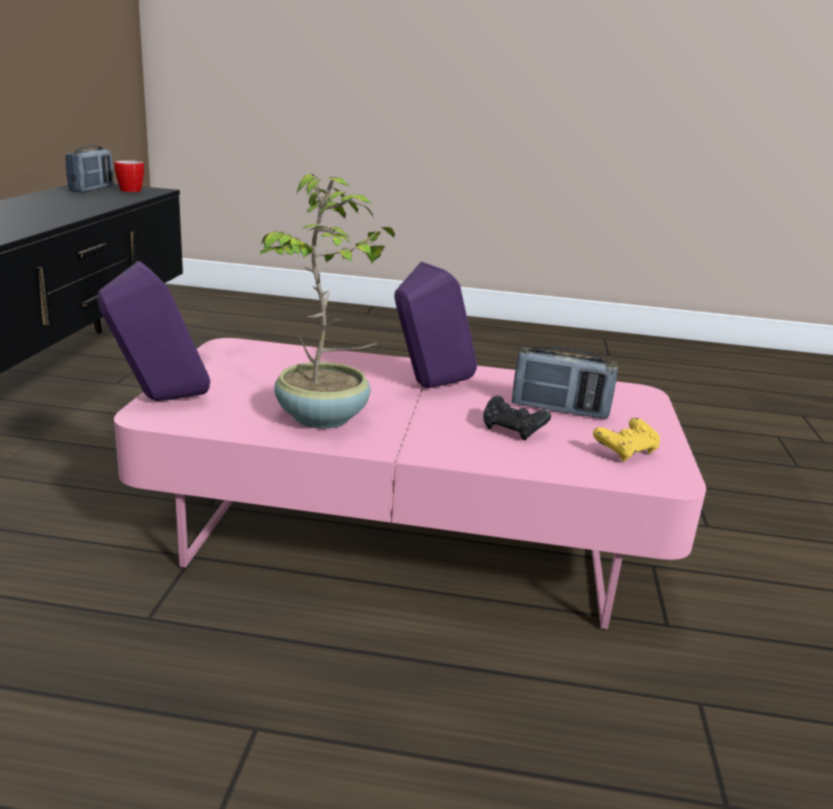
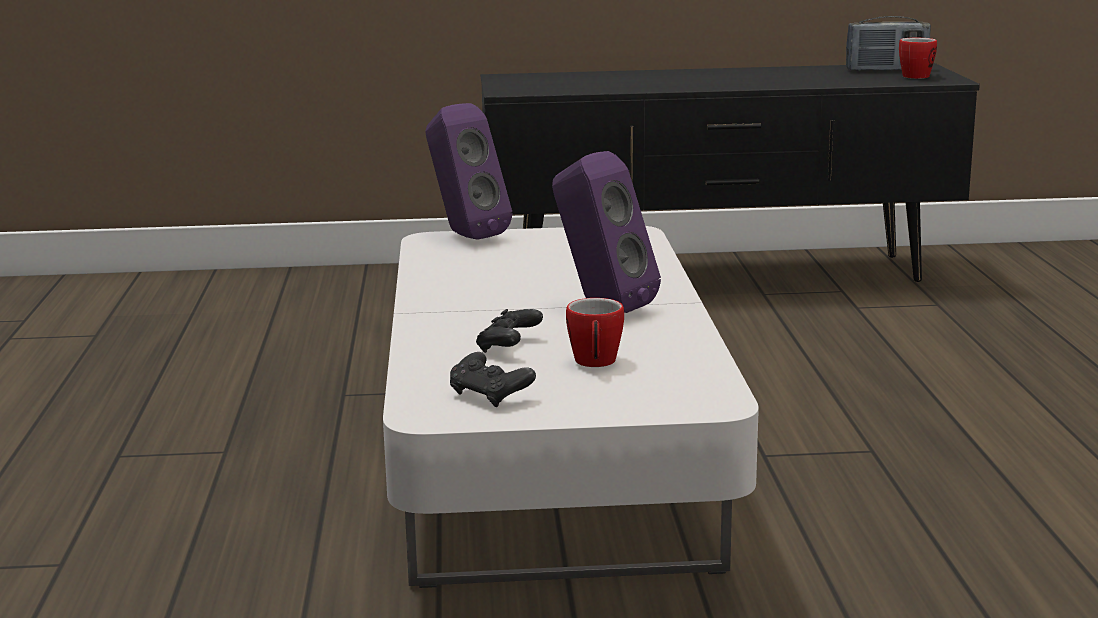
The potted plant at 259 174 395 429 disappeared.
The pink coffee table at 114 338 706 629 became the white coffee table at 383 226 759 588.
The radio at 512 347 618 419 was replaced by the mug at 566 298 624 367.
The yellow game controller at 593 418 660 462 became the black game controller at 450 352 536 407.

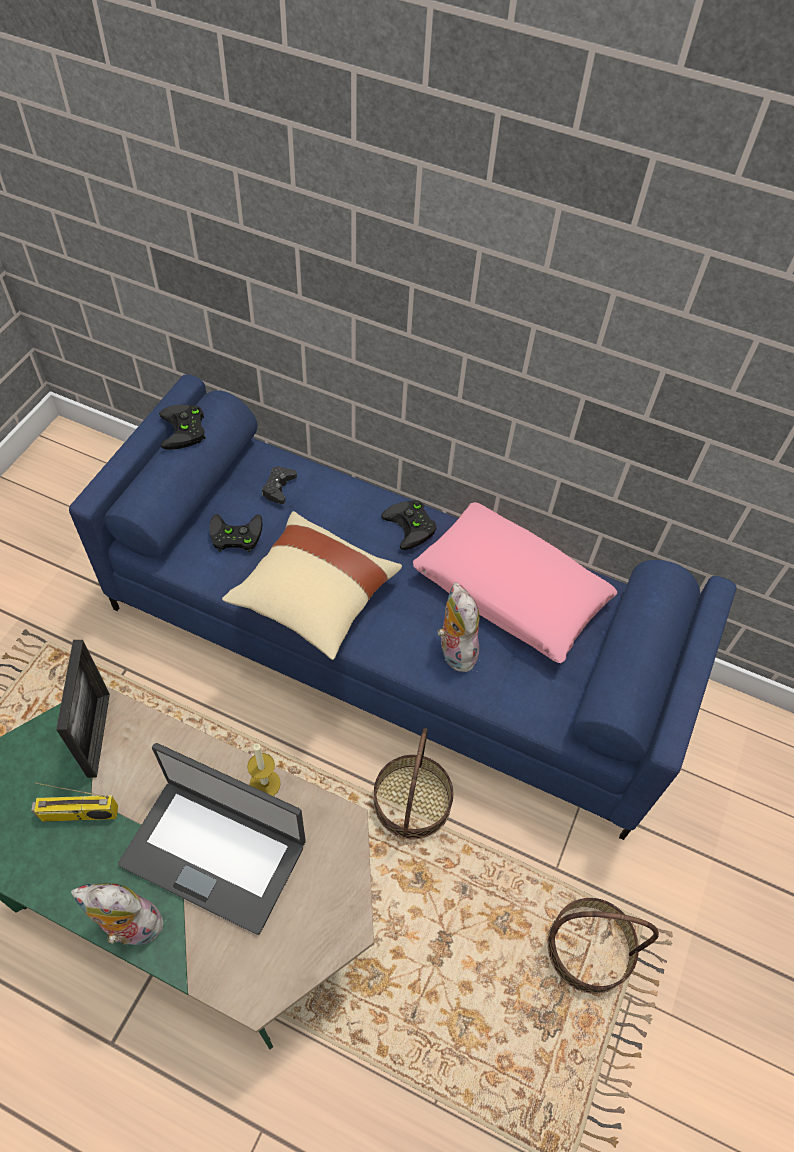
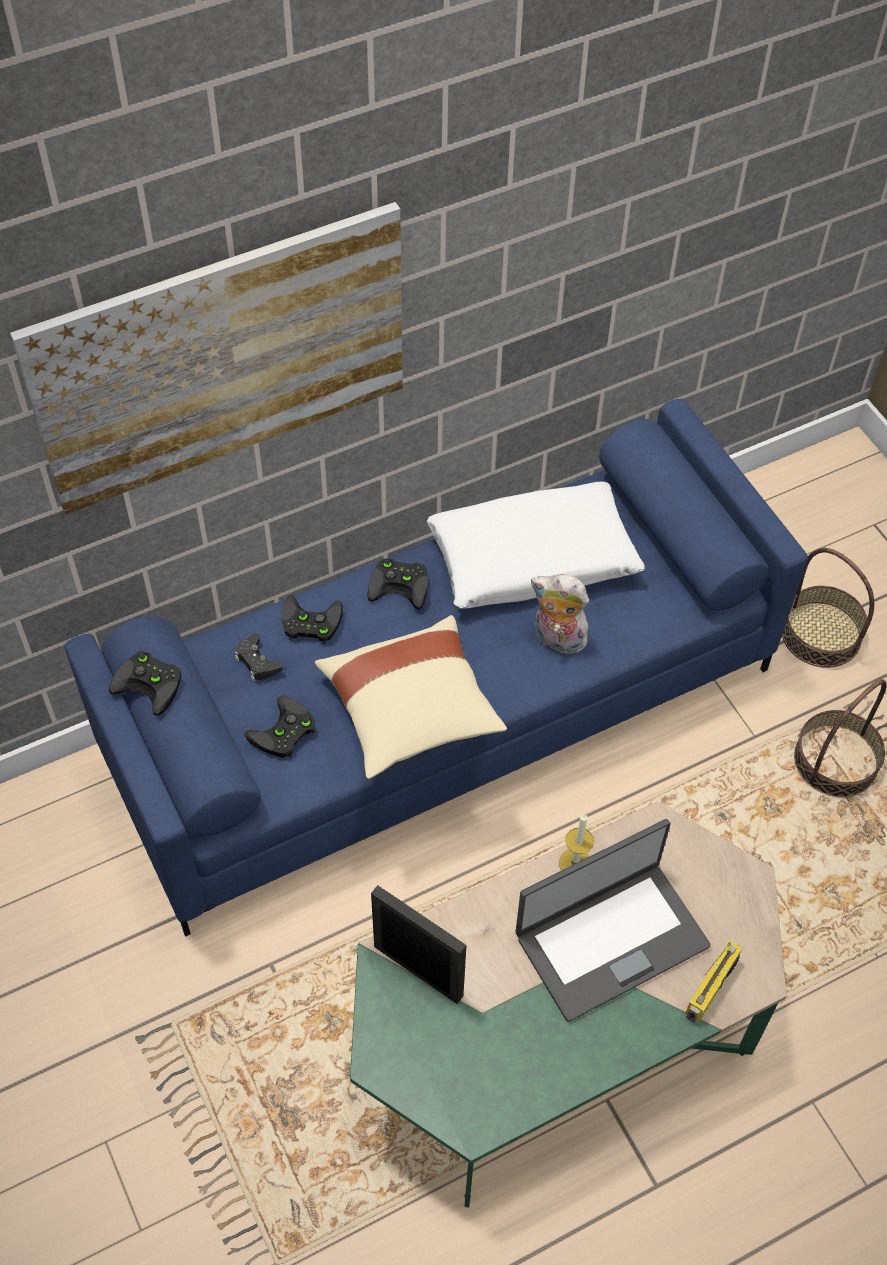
The pink pillow at 413 502 617 663 became the white pillow at 427 482 644 609.
The basket moved from 374 728 453 839 to 782 548 874 668.
The radio moved from 31 782 118 822 to 685 940 742 1023.
The plush toy at 71 883 166 950 disappeared.
The picture at 10 202 403 515 appeared.
The black game controller at 282 595 343 644 appeared.

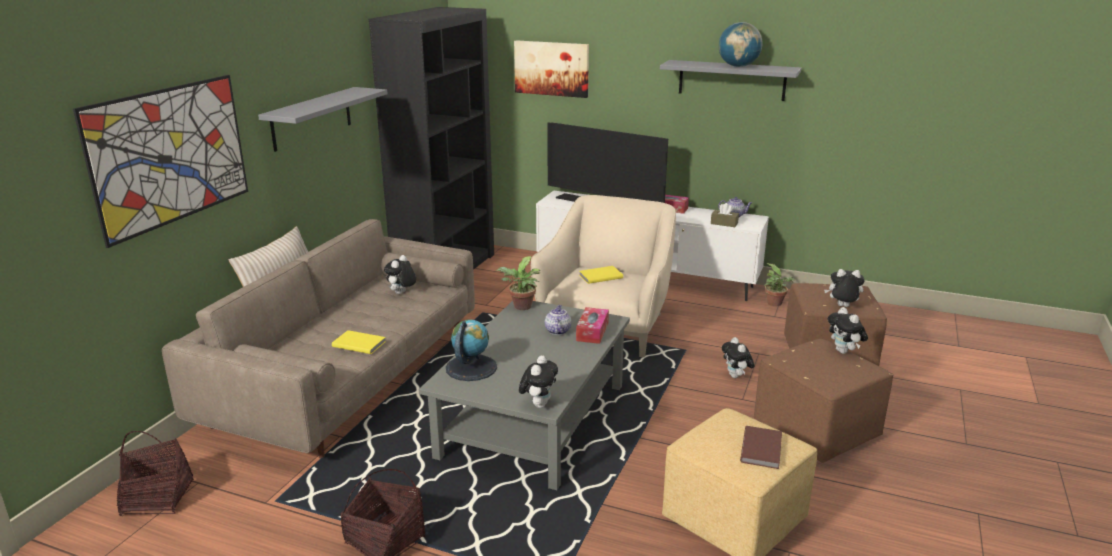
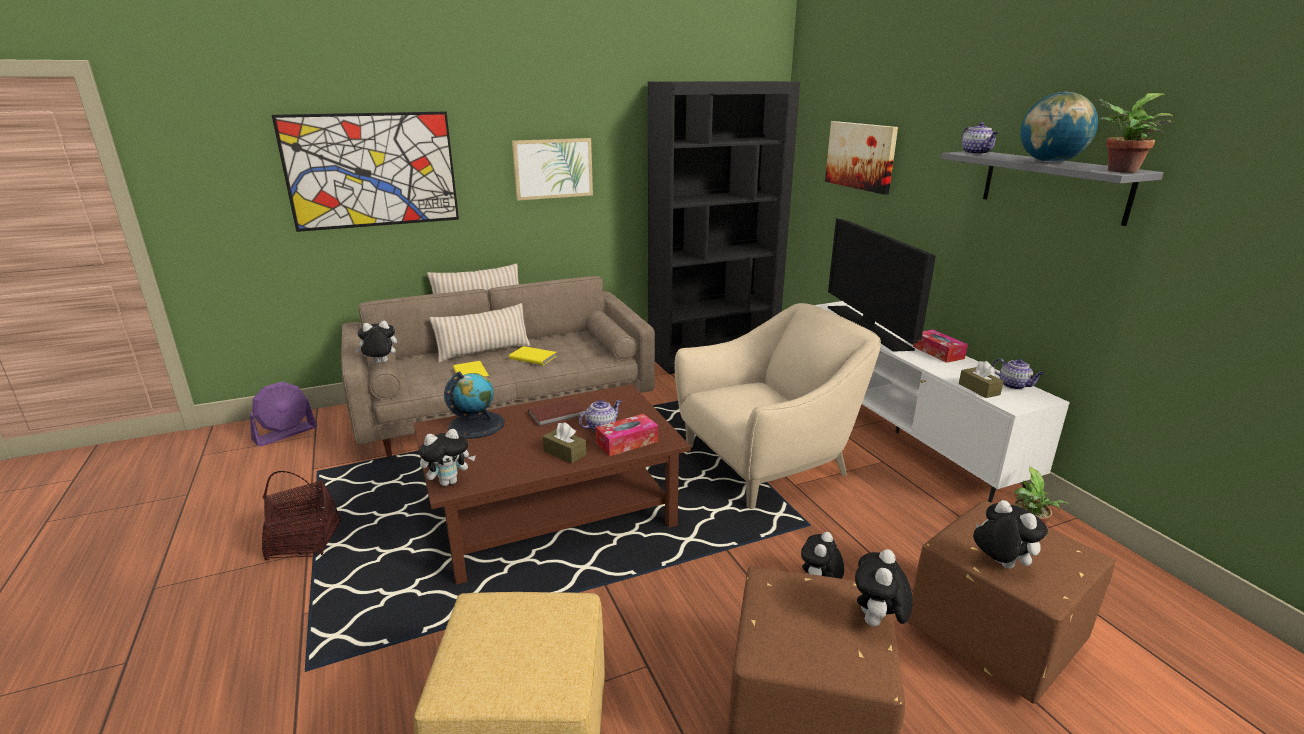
The grey shelf at 258 87 388 152 was replaced by the picture at 512 138 593 201.
The plush toy moved from 384 255 416 294 to 355 320 397 363.
The potted plant moved from 496 256 540 310 to 1094 93 1173 173.
The yellow book moved from 579 266 623 284 to 509 346 557 365.
The grey coffee table at 419 301 630 490 became the brown coffee table at 414 384 691 585.
The brown book moved from 740 426 782 469 to 528 398 586 427.
The basket at 117 431 194 516 was replaced by the purple fan at 250 382 317 447.
The teapot at 962 122 999 154 appeared.
The beige pillow at 429 303 531 363 appeared.
The brown tissue box at 543 422 586 464 appeared.

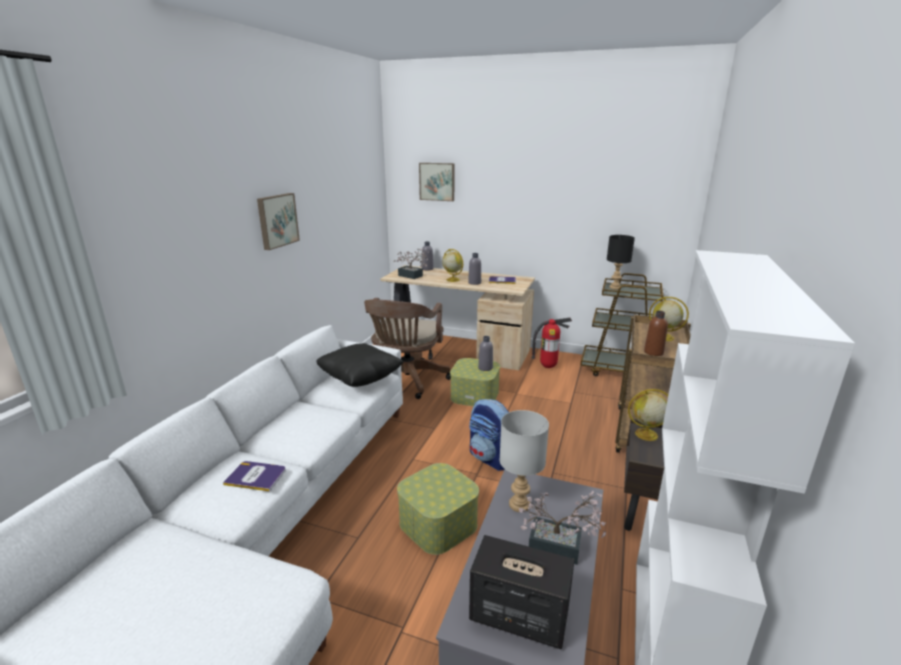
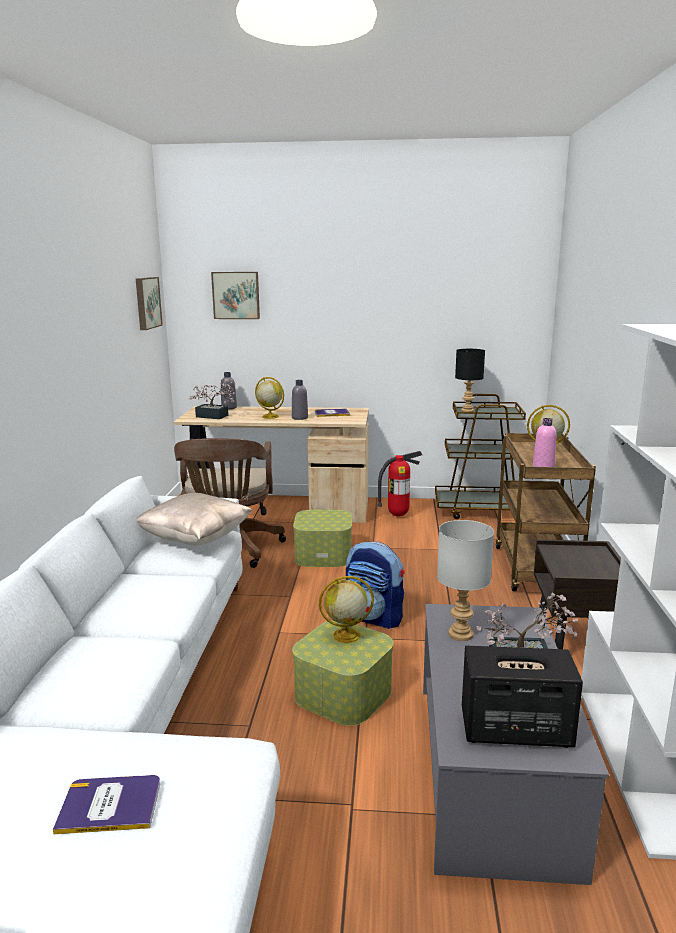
The picture moved from 257 193 300 250 to 136 277 163 330.
The brown bottle at 644 311 668 356 became the pink bottle at 533 418 557 467.
The grey bottle at 478 336 493 371 disappeared.
The black pillow at 317 343 404 387 became the beige pillow at 137 493 252 546.
The globe moved from 628 389 668 441 to 319 576 374 643.
The book moved from 223 461 286 492 to 53 775 160 834.

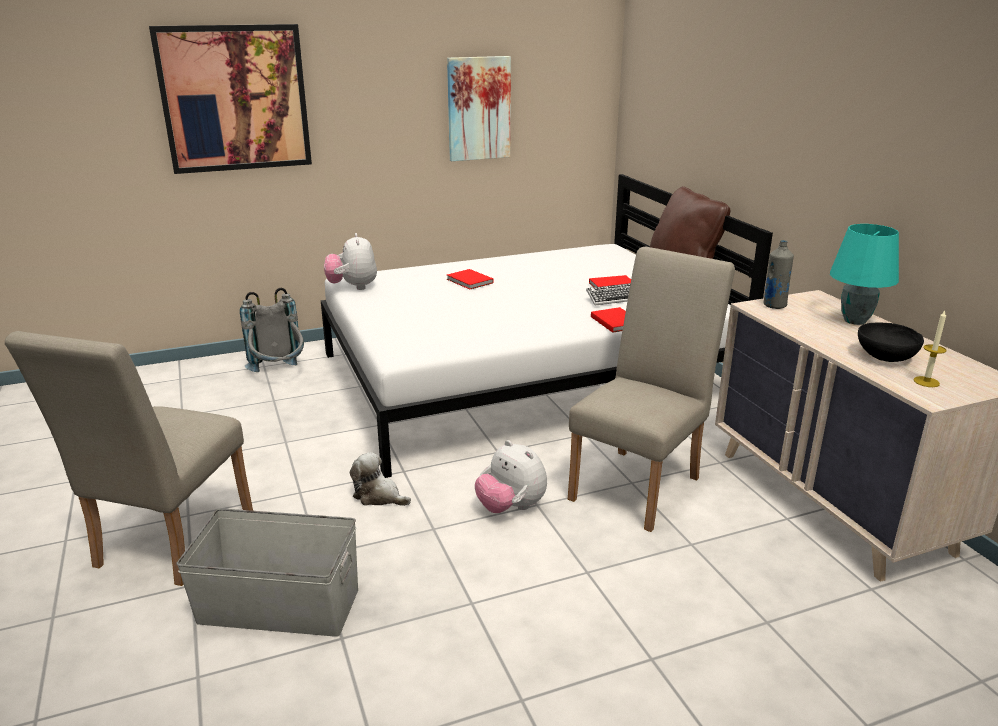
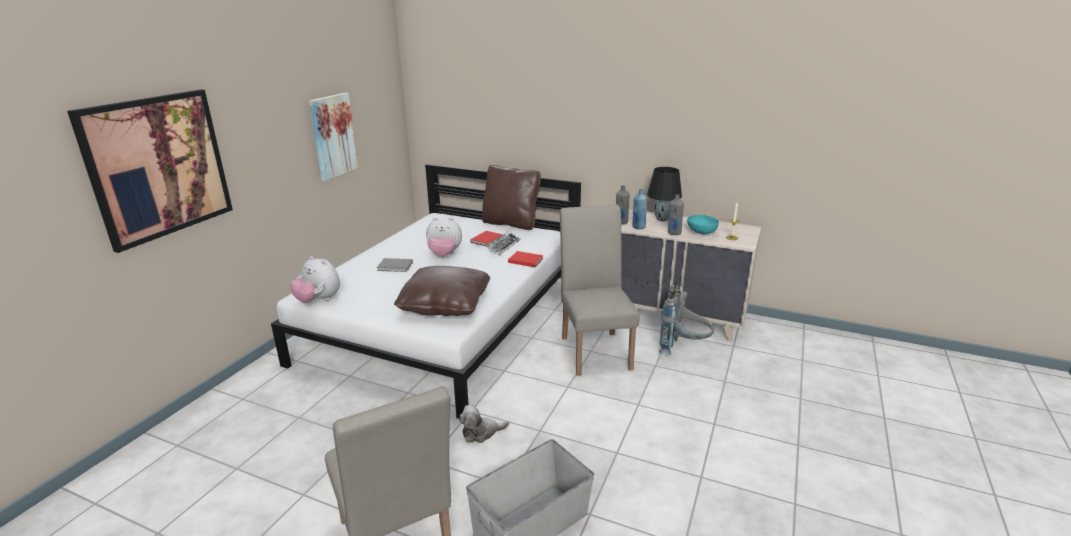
The turquoise table lamp at 830 224 899 325 became the black table lamp at 647 167 682 221.
The red book at 447 269 493 289 became the grey book at 377 258 413 272.
The grey backpack moved from 240 288 304 372 to 659 281 714 354.
The black bowl at 858 323 924 362 became the turquoise bowl at 687 215 719 234.
The plush toy moved from 475 440 547 513 to 426 217 462 257.
The blue bottle at 632 189 647 229 appeared.
The grey bottle at 668 194 684 235 appeared.
The brown pillow at 394 266 490 316 appeared.

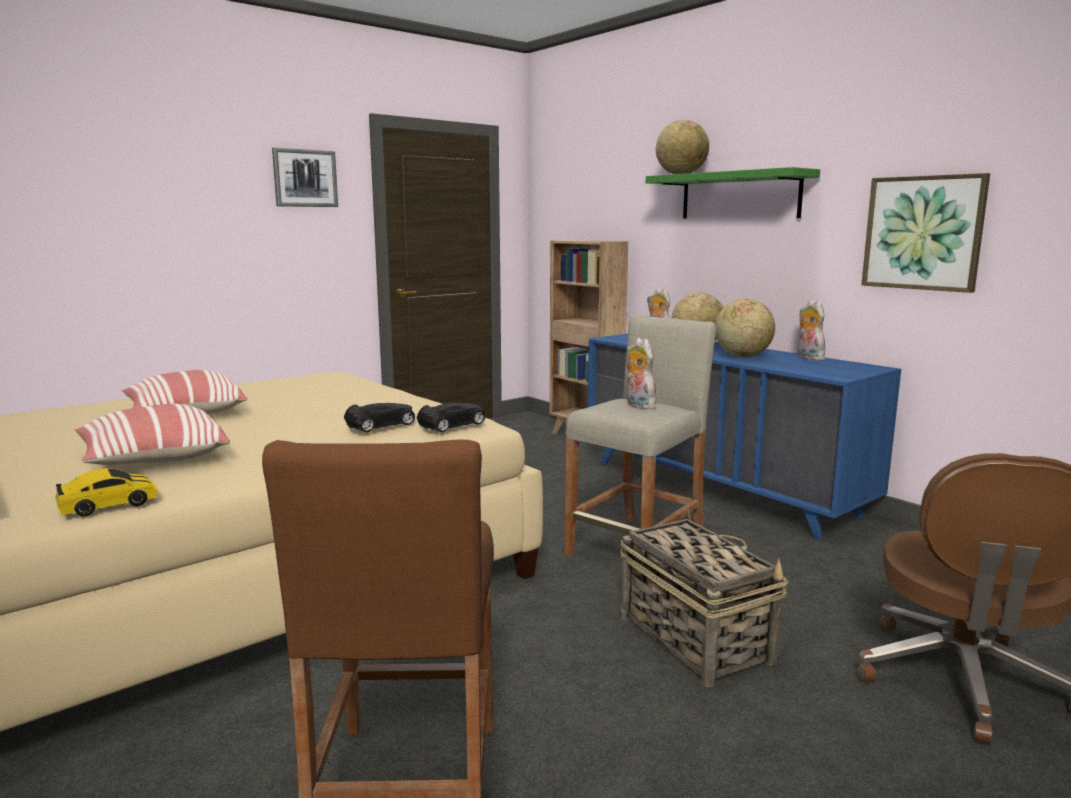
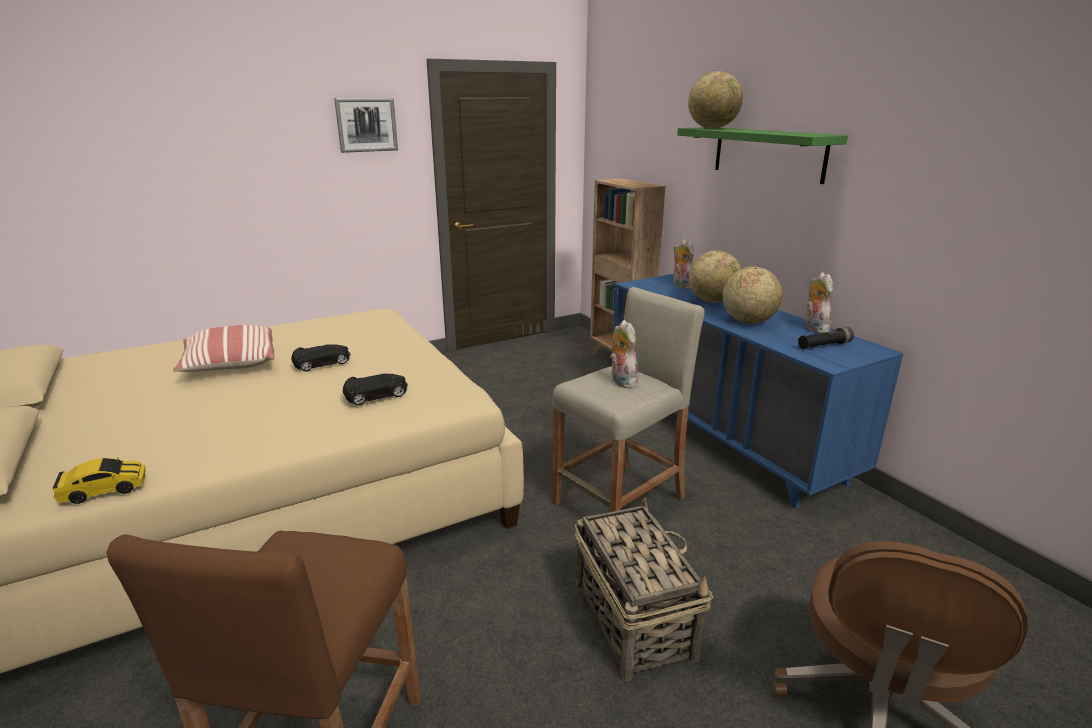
The picture at 861 173 990 293 disappeared.
The black toy car moved from 417 403 485 432 to 291 344 351 371.
The pillow at 75 404 230 465 disappeared.
The black flashlight at 798 327 854 349 appeared.

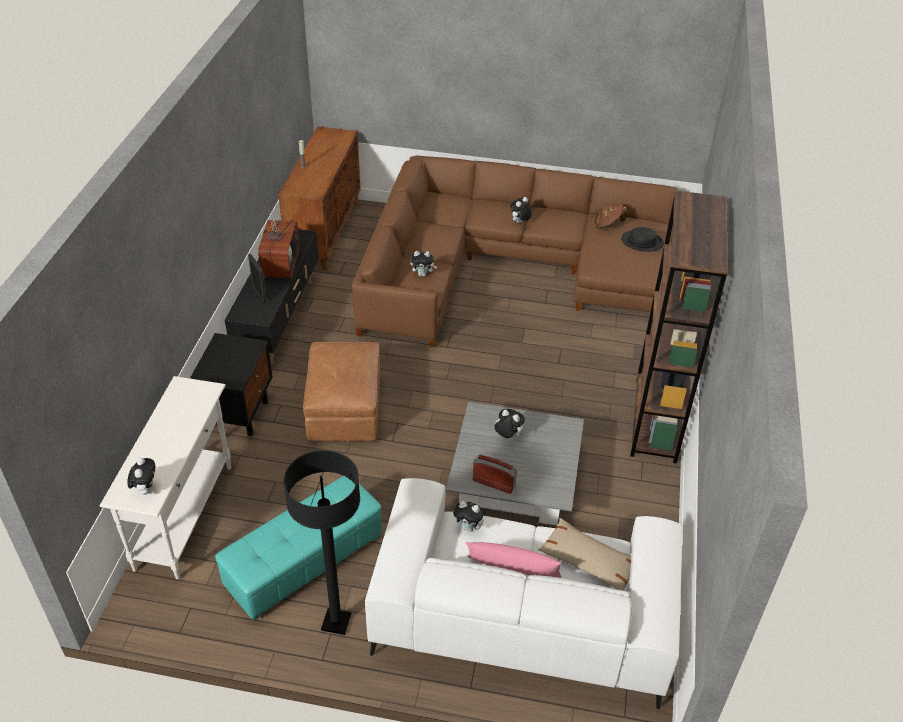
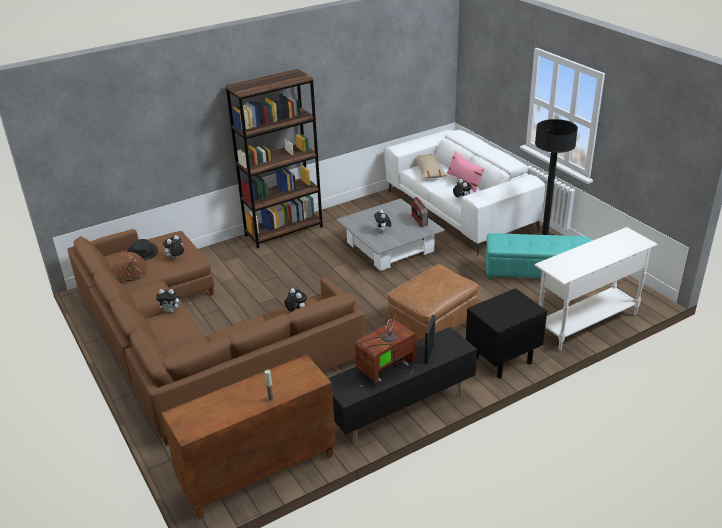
The plush toy moved from 127 458 155 495 to 163 235 184 259.

